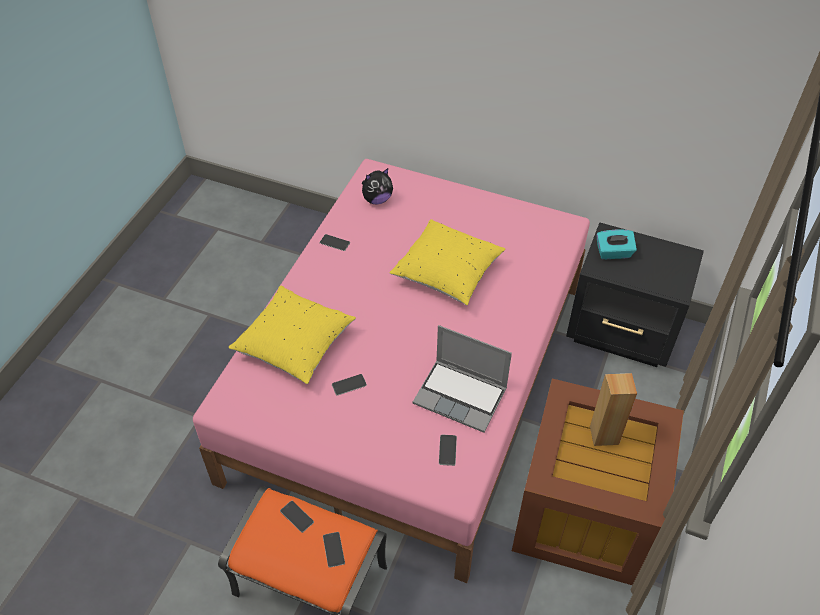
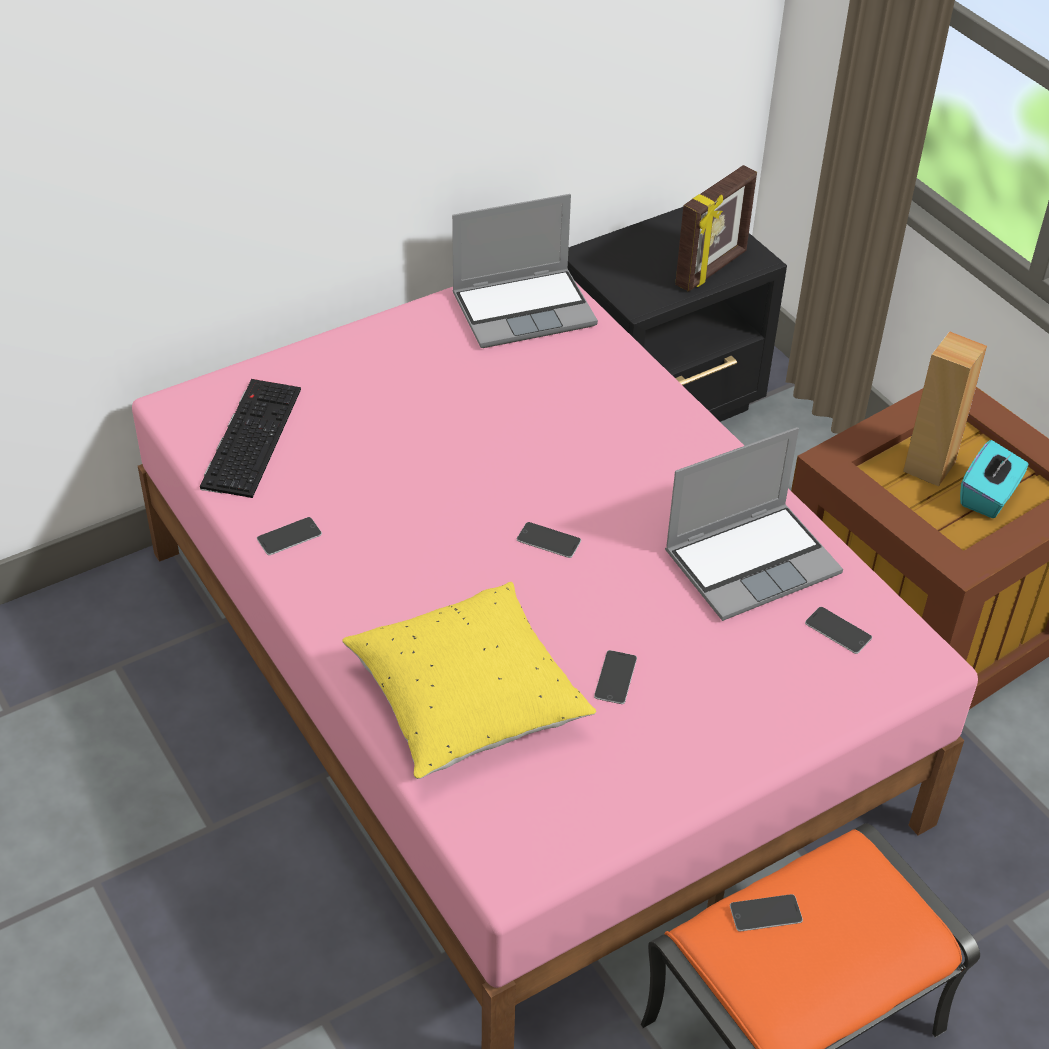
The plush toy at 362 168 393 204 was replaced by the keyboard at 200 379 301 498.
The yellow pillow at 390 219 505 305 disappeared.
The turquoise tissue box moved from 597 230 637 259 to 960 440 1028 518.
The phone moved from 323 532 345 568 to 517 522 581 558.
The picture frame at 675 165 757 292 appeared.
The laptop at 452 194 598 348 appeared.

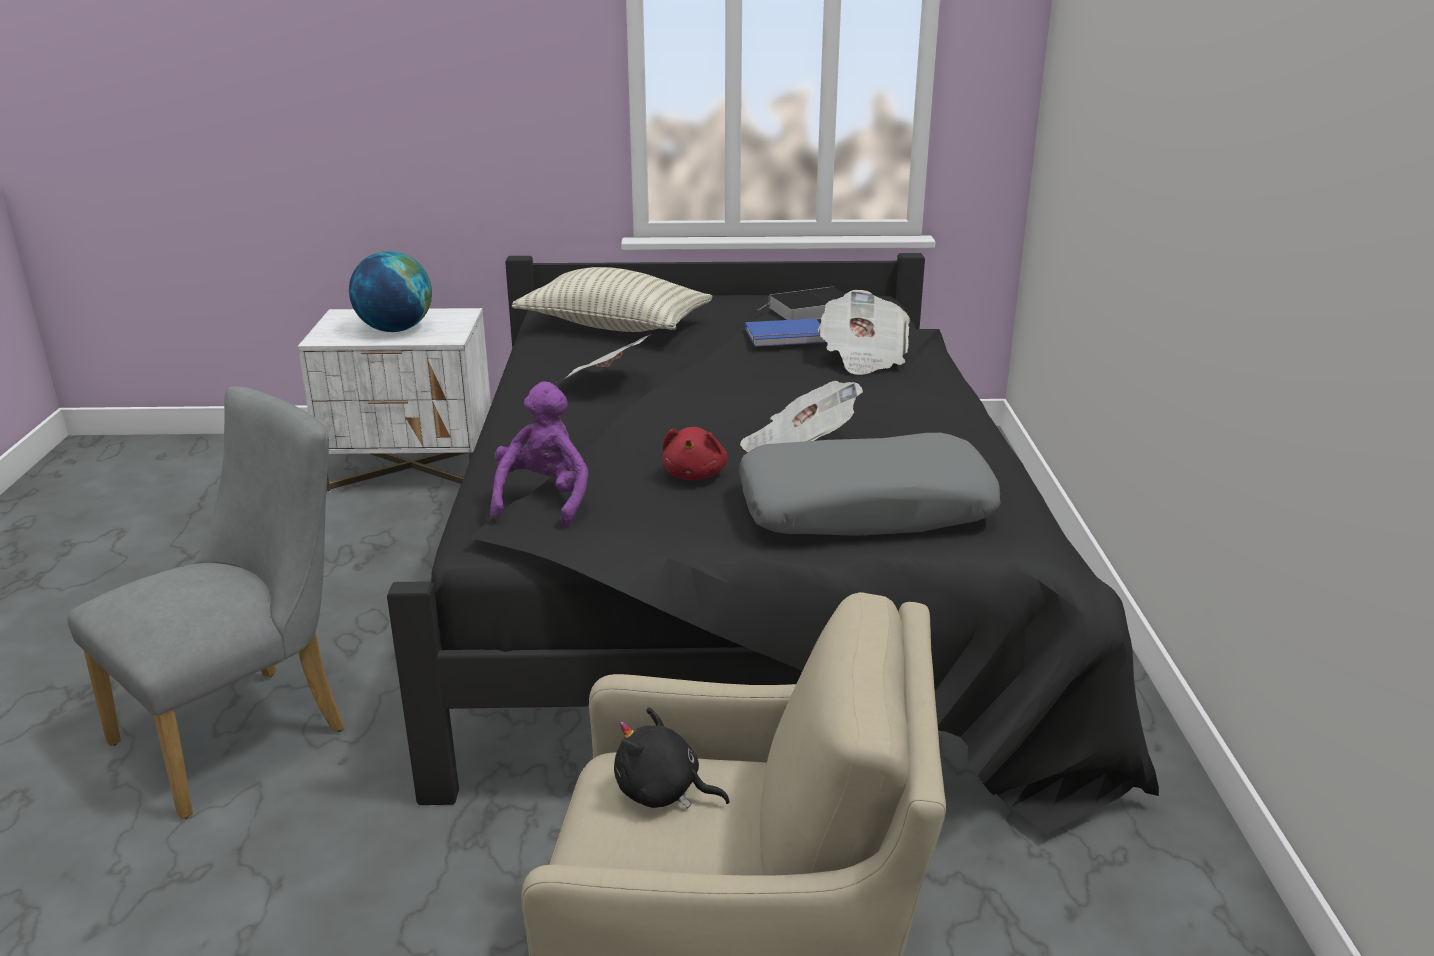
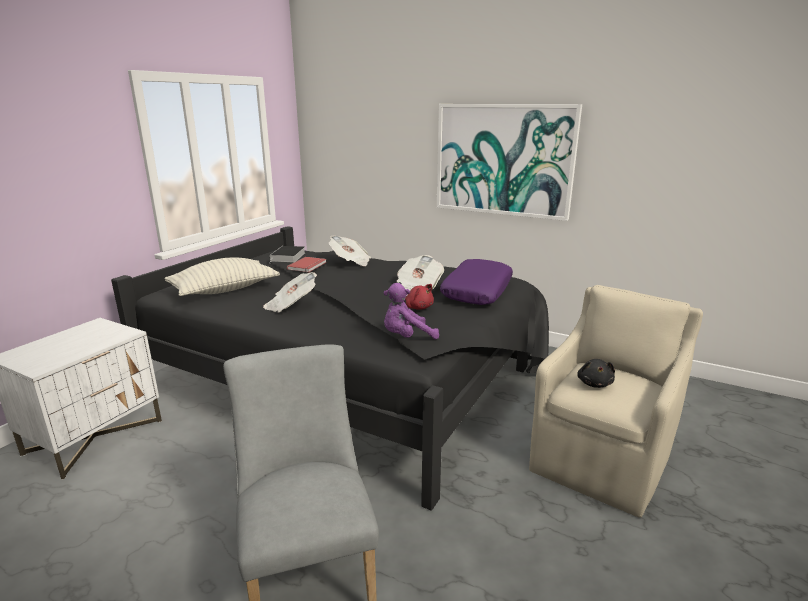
The globe at 349 251 432 332 disappeared.
The blue book at 745 318 827 347 became the red book at 287 257 327 272.
The purple plush toy at 490 381 589 527 turned 60 degrees counterclockwise.
The grey pillow at 738 433 1001 536 became the purple pillow at 440 259 513 305.
The black plush toy at 614 707 730 809 turned 45 degrees counterclockwise.
The picture at 437 104 582 221 appeared.

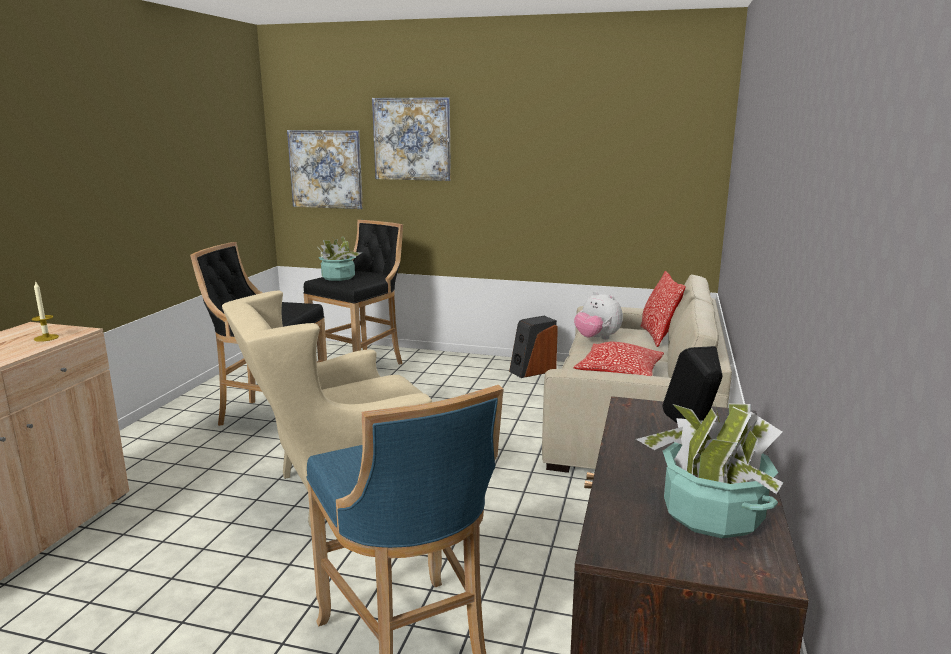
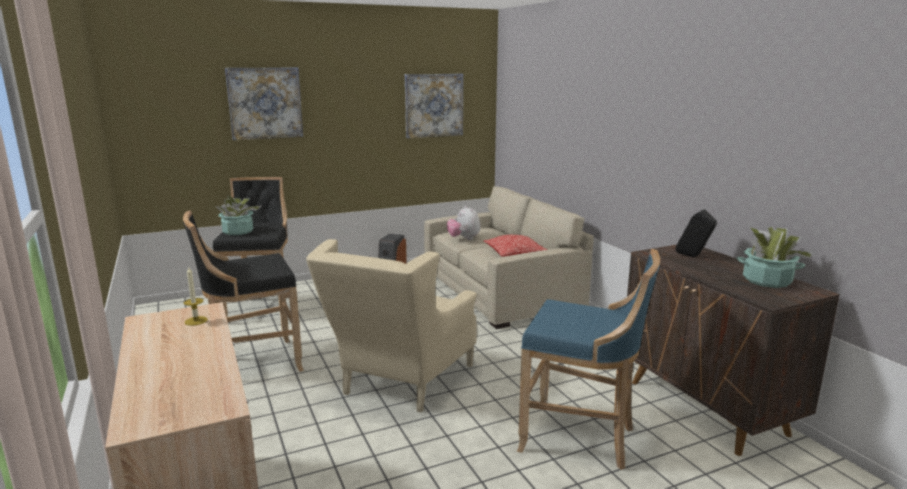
The picture moved from 287 130 363 209 to 405 74 463 138.
The pillow at 640 271 686 347 disappeared.
The plush toy at 574 291 623 340 turned 60 degrees clockwise.

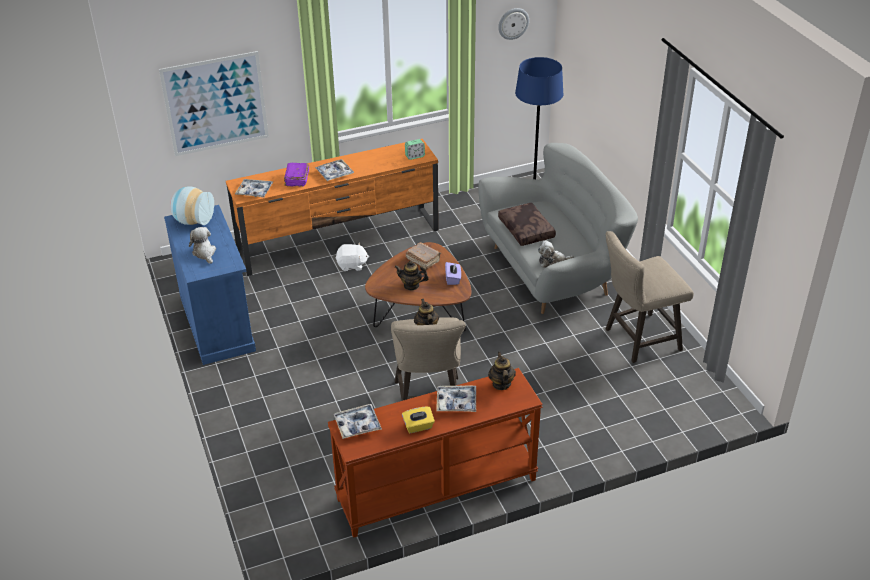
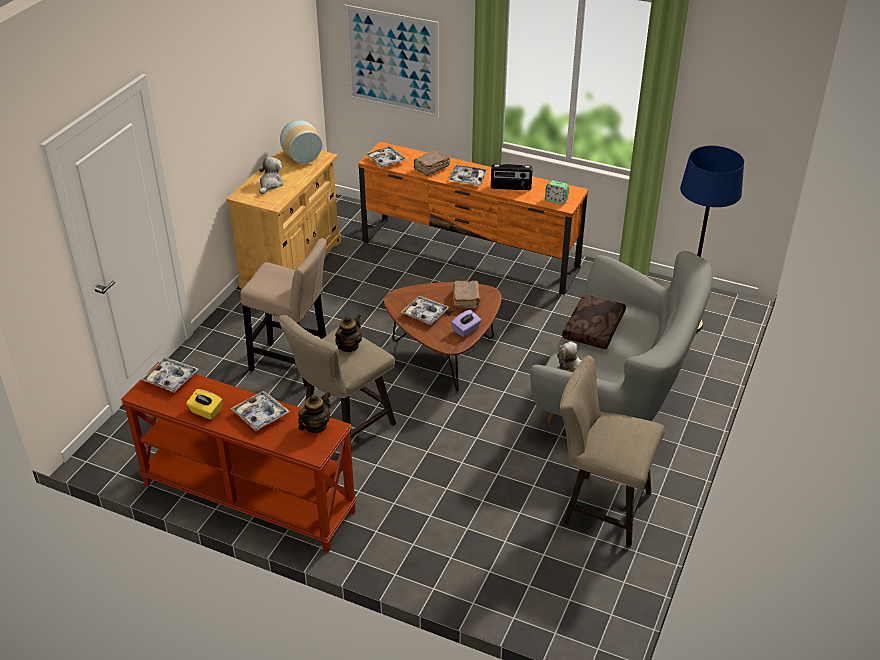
The wall clock at 498 8 529 40 disappeared.
The purple book at 284 163 309 187 became the brown book at 413 149 450 176.
The blue cabinet at 164 205 256 365 became the beige cabinet at 226 149 341 289.
The white plush toy at 335 242 369 271 disappeared.
The teapot at 395 261 429 290 was replaced by the tray at 400 296 450 325.
The radio at 491 164 532 190 appeared.
The beige stool at 240 238 327 387 appeared.

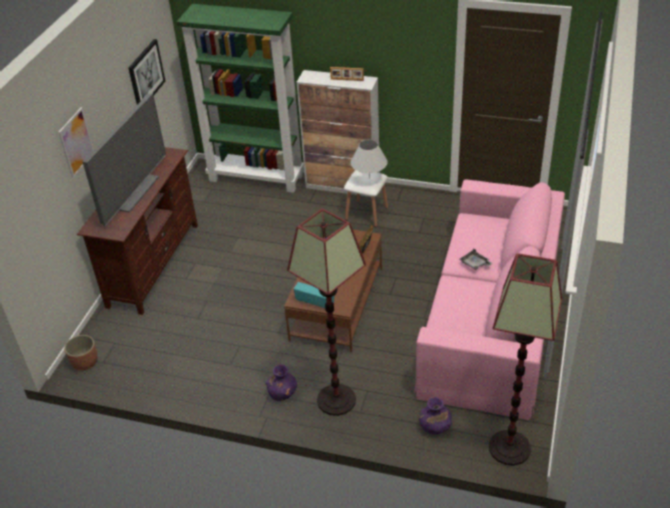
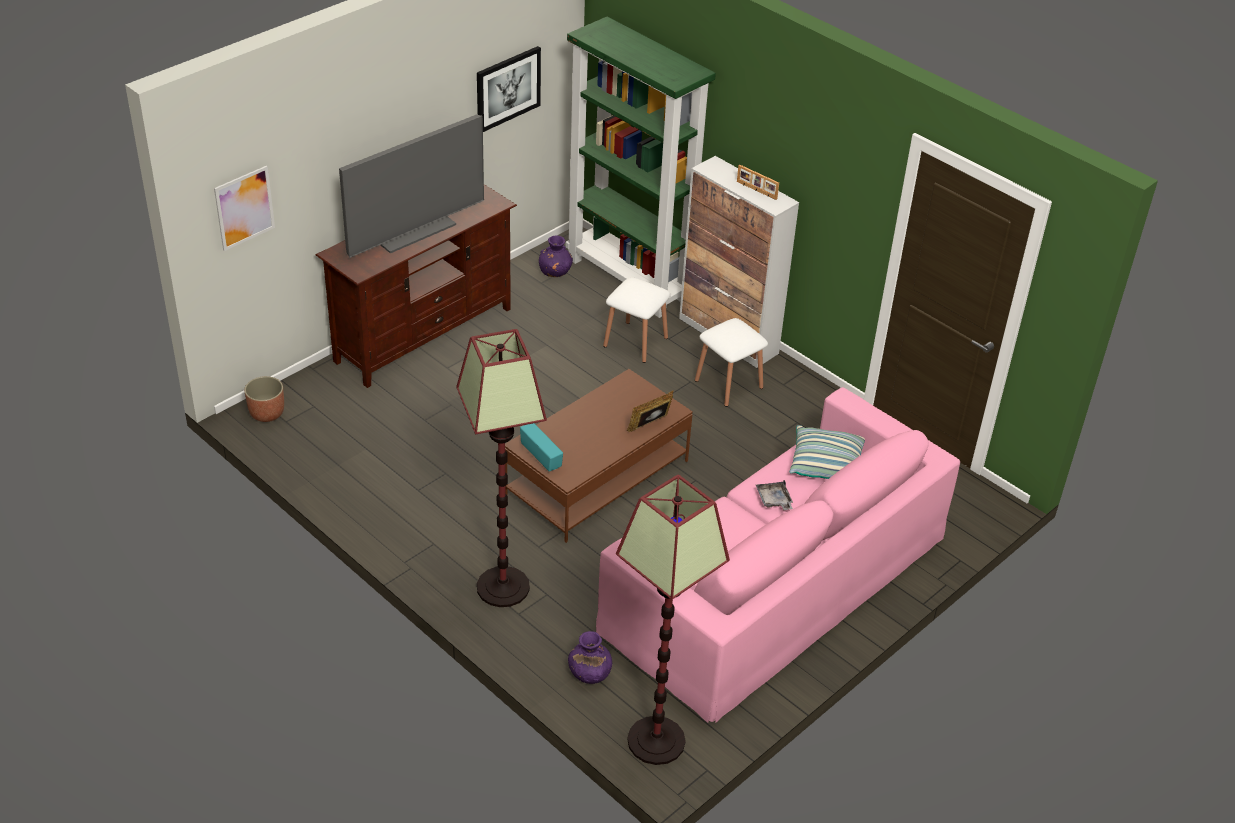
The picture moved from 58 107 94 178 to 214 166 275 251.
The white table lamp at 351 139 387 179 disappeared.
The purple vase moved from 265 364 297 401 to 539 236 573 277.
The white stool at 603 277 671 363 appeared.
The pillow at 790 425 865 479 appeared.

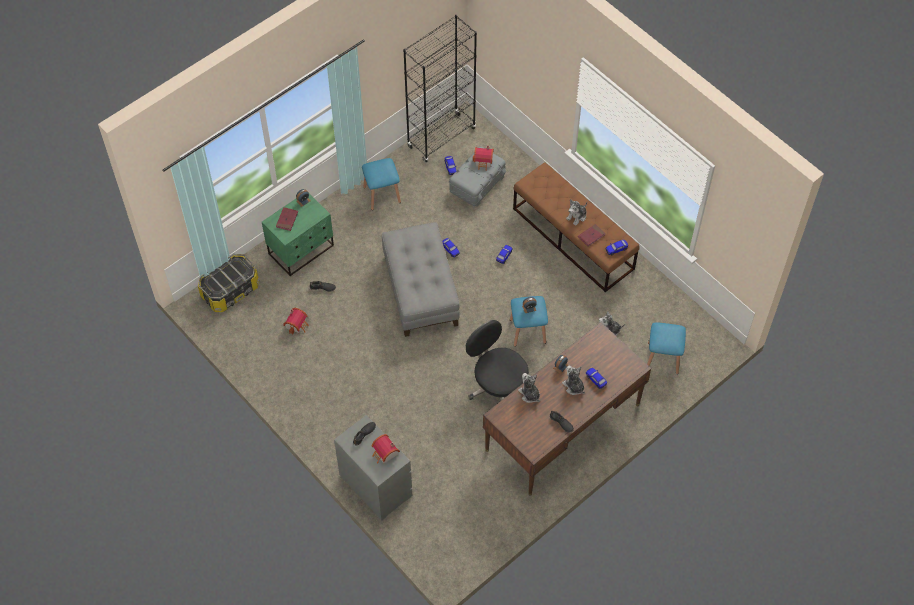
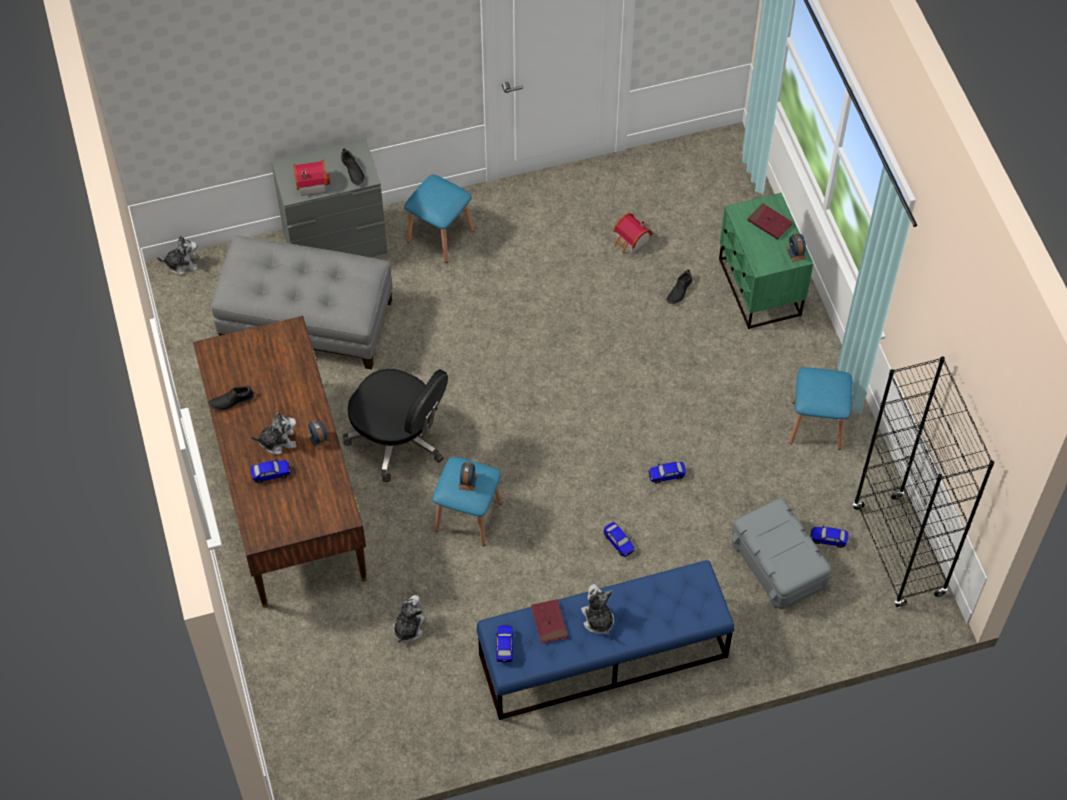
The toy house at 473 146 494 170 disappeared.
The brown bench at 513 162 640 292 became the blue bench at 477 560 734 720.
The grey ottoman moved from 382 222 460 337 to 211 236 393 370.
The storage box at 198 254 259 312 disappeared.
The black office chair at 466 320 529 401 turned 45 degrees clockwise.
The blue stool moved from 647 322 686 374 to 404 174 474 263.
The plush toy moved from 518 373 540 403 to 157 236 198 275.

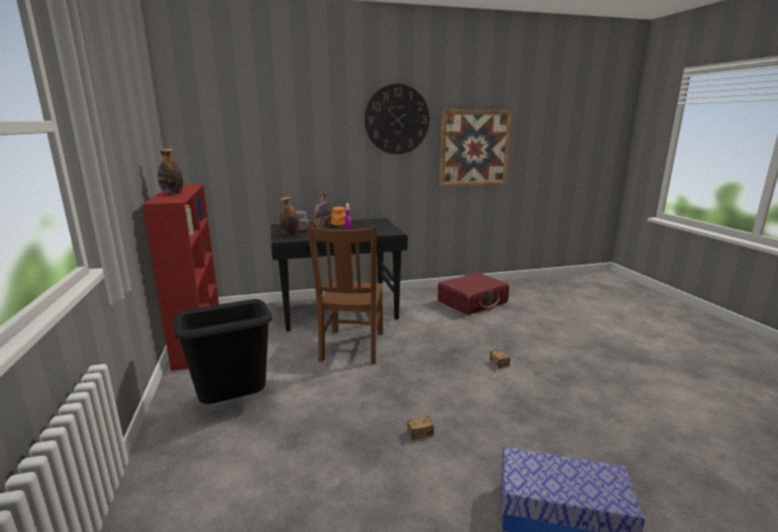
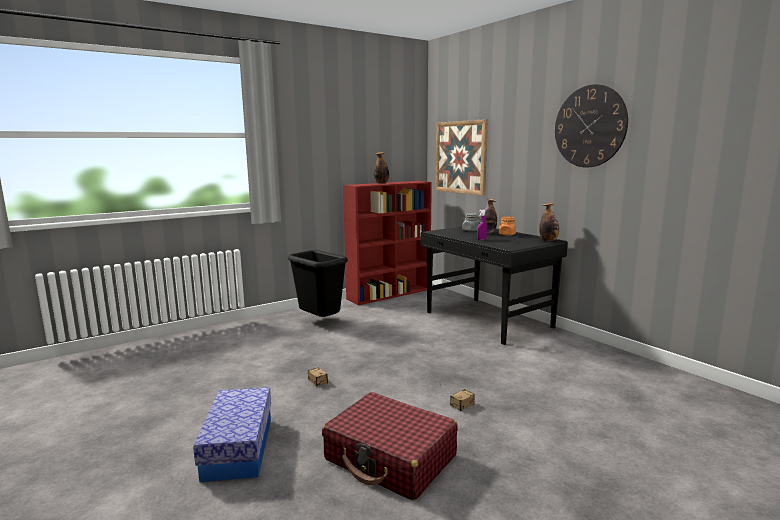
The picture moved from 439 109 512 187 to 436 119 488 196.
The bottle moved from 280 197 300 235 to 539 203 559 241.
The brown chair at 306 225 383 364 disappeared.
The red suitcase moved from 438 272 509 315 to 322 392 458 501.

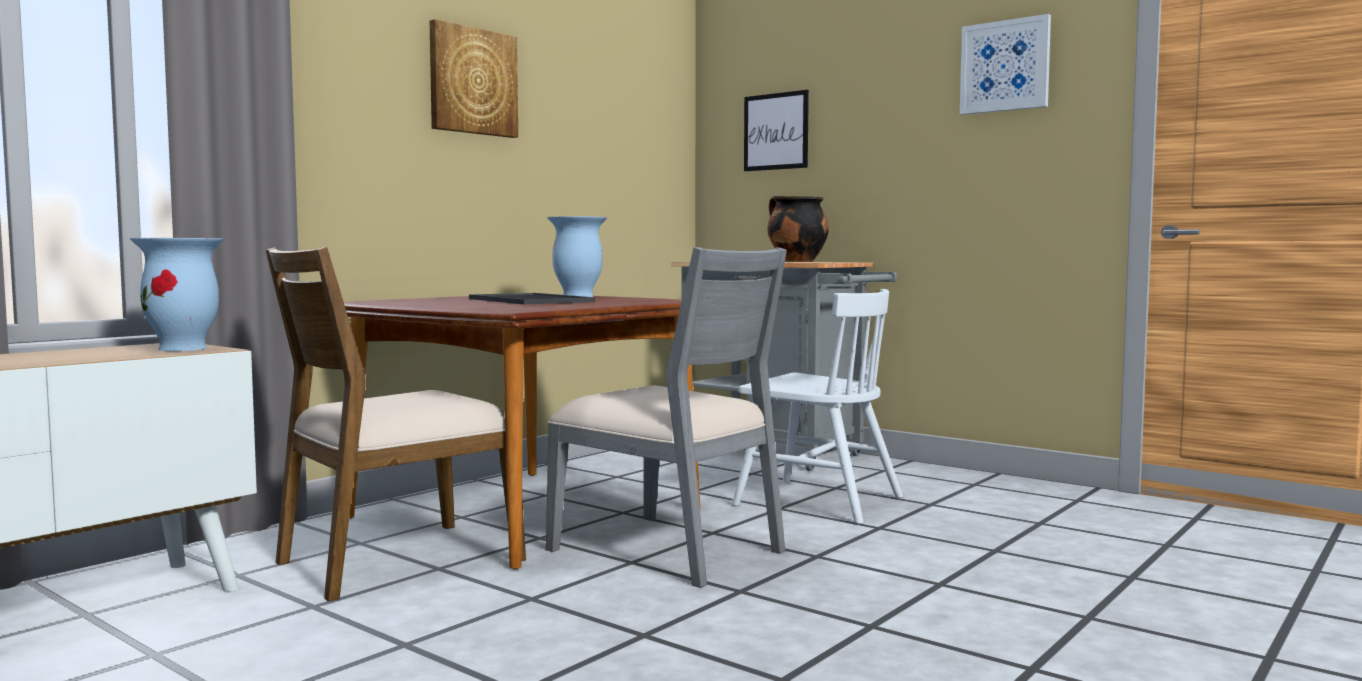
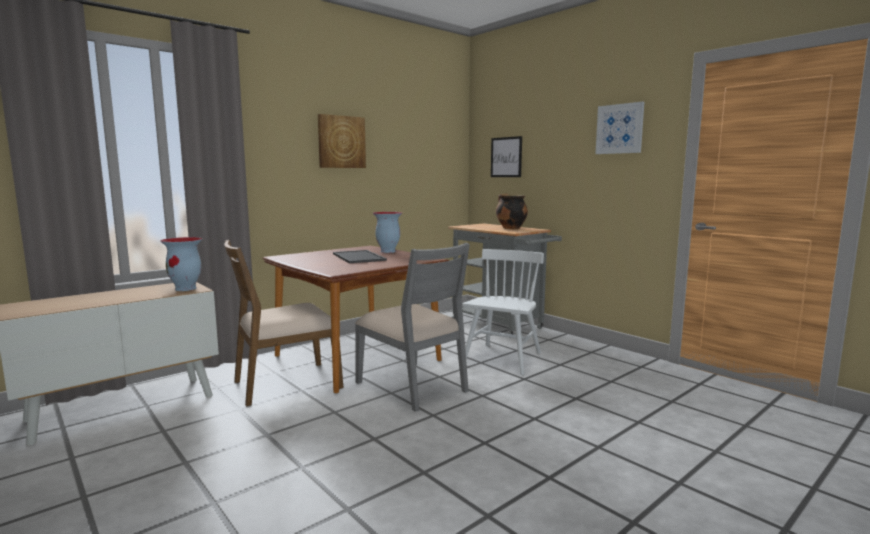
The white chair at 732 289 903 524 turned 105 degrees counterclockwise.

